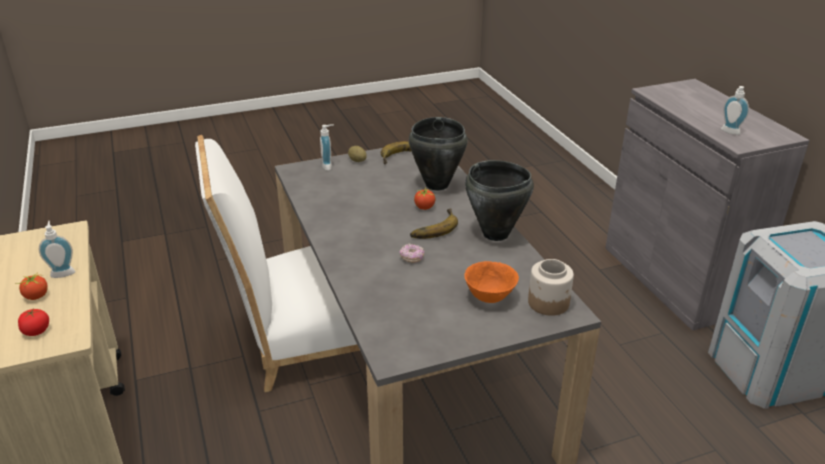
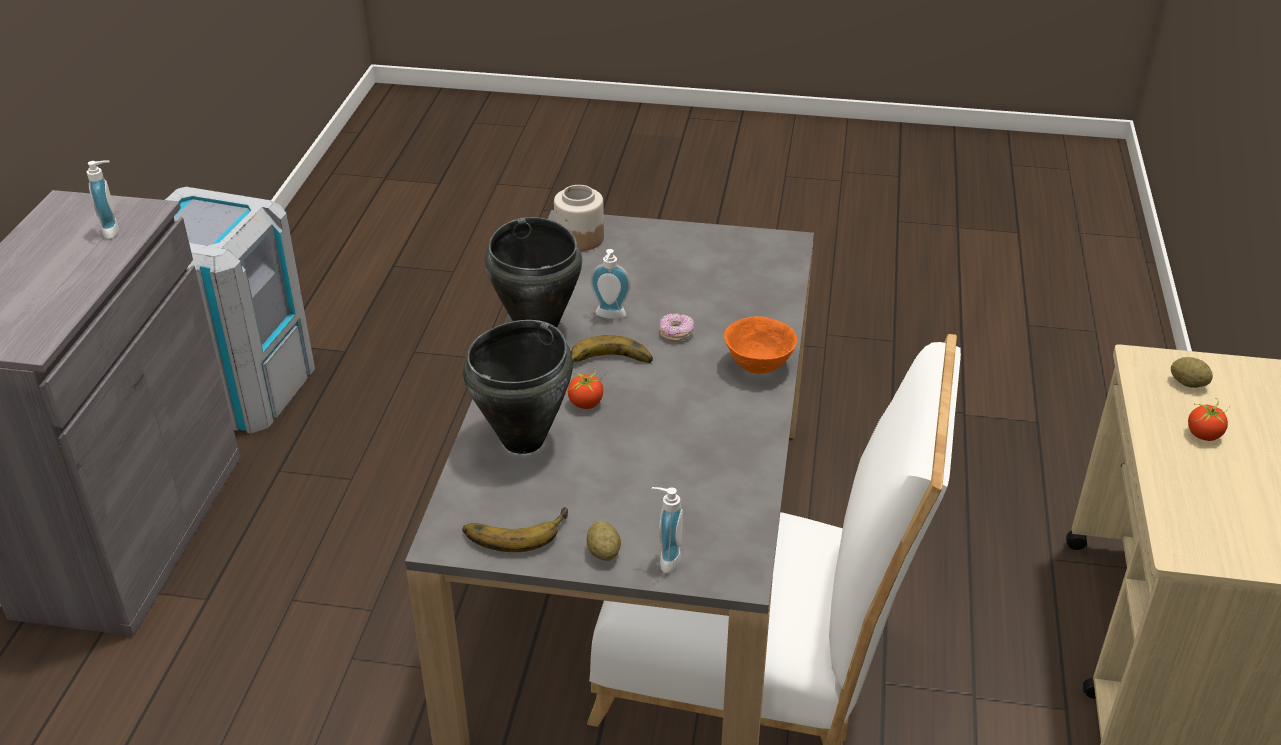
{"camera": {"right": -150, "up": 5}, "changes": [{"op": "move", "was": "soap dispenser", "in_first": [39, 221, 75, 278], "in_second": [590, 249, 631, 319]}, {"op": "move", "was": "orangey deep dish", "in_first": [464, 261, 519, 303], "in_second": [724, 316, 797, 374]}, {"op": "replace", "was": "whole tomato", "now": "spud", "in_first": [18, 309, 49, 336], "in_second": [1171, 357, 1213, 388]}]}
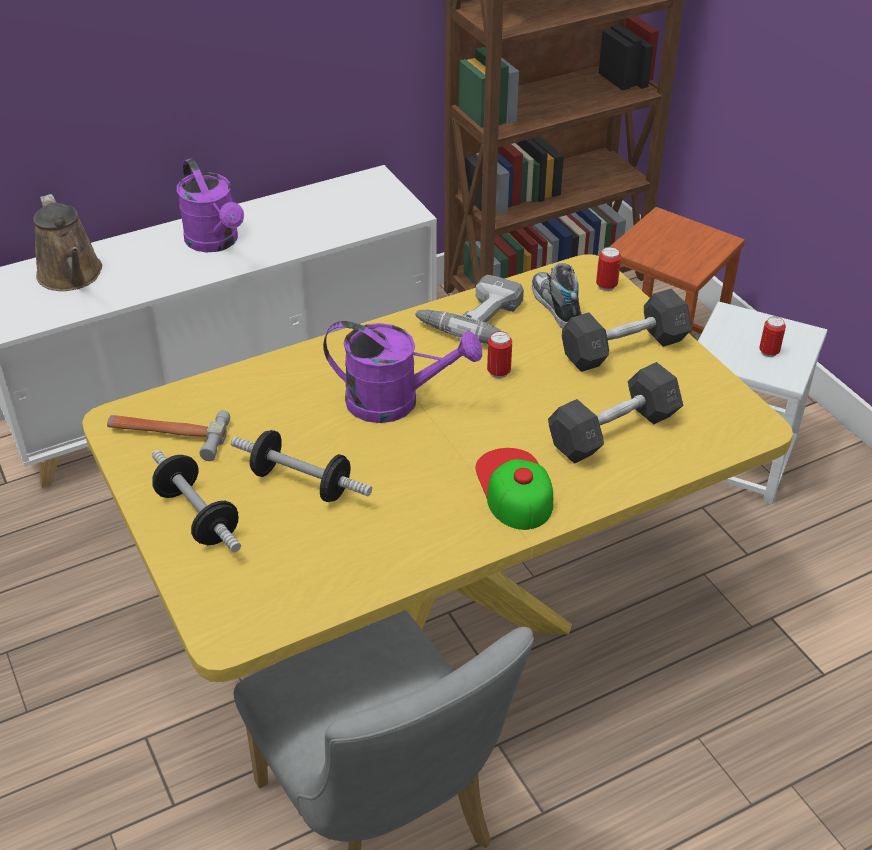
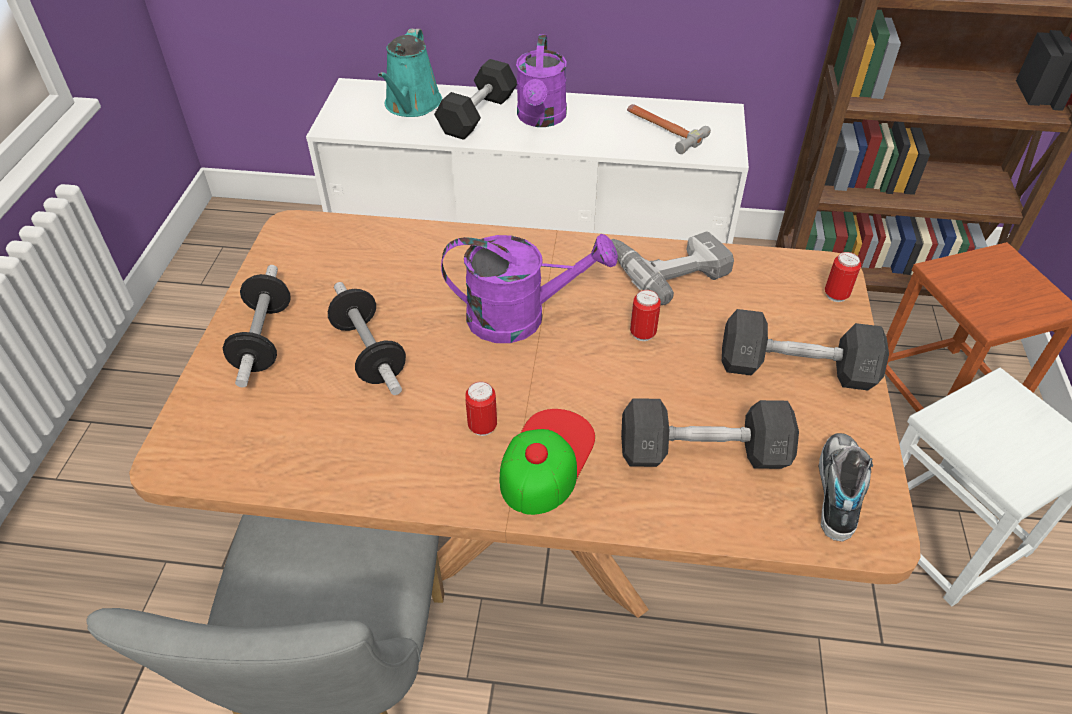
{"camera": {"right": 35, "up": 5}, "changes": [{"op": "insert", "now": "black dumbbell", "in_second": [434, 59, 517, 140]}, {"op": "move", "was": "hand hammer", "in_first": [107, 410, 230, 461], "in_second": [627, 104, 711, 154]}, {"op": "move", "was": "item of footwear", "in_first": [532, 263, 581, 328], "in_second": [818, 433, 873, 542]}, {"op": "move", "was": "can", "in_first": [759, 316, 786, 357], "in_second": [465, 382, 497, 436]}, {"op": "recolor", "was": "brownish watering can", "now": "turquoise-coloured watering can", "in_first": [33, 194, 102, 291], "in_second": [378, 29, 442, 117]}, {"op": "recolor", "was": "yellowish kitchen table", "now": "brownish kitchen table", "in_first": [82, 254, 793, 682], "in_second": [129, 210, 921, 618]}, {"op": "rotate", "was": "purple watering can", "in_first": [323, 321, 482, 423], "in_second": [441, 234, 618, 343], "clockwise": -45}]}
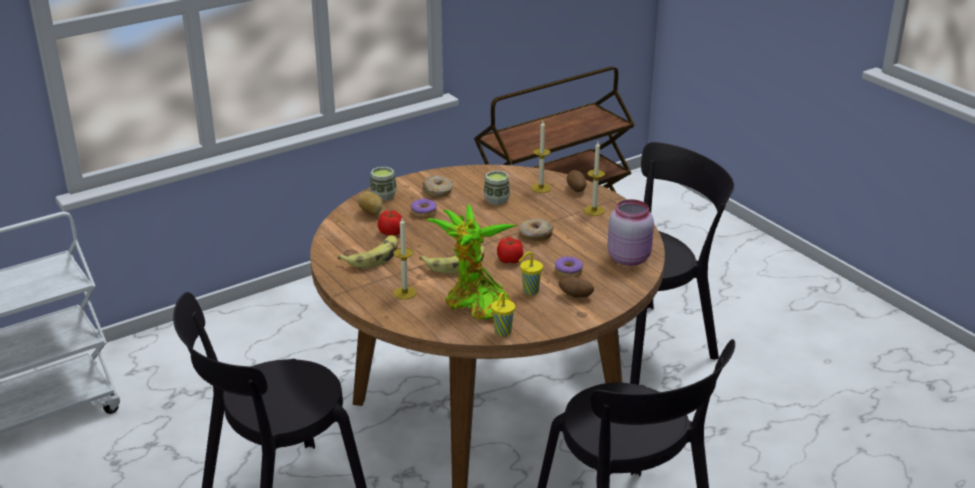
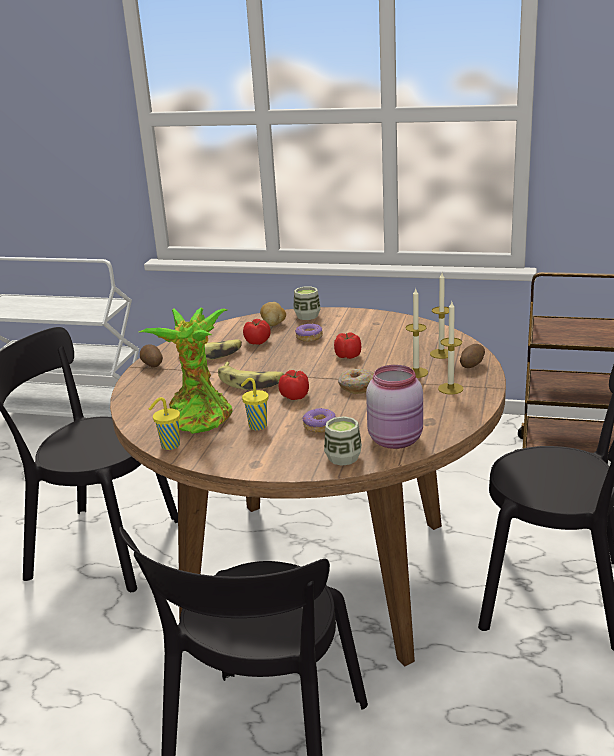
{"camera": {"right": 50, "up": -5}, "changes": [{"op": "delete", "was": "ring doughnut", "in_first": [422, 176, 453, 197]}, {"op": "insert", "now": "whole tomato", "in_second": [334, 332, 361, 359]}, {"op": "move", "was": "candle", "in_first": [393, 218, 417, 299], "in_second": [405, 287, 428, 378]}, {"op": "move", "was": "cup", "in_first": [484, 171, 510, 205], "in_second": [324, 416, 362, 466]}, {"op": "move", "was": "spud", "in_first": [559, 276, 594, 297], "in_second": [140, 344, 163, 368]}]}
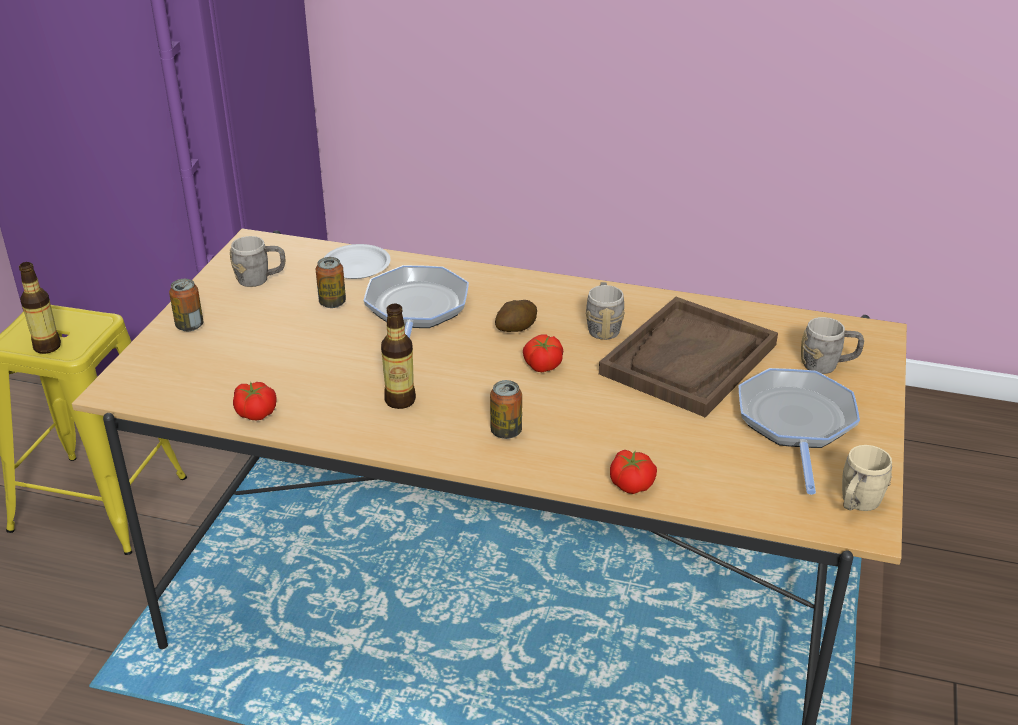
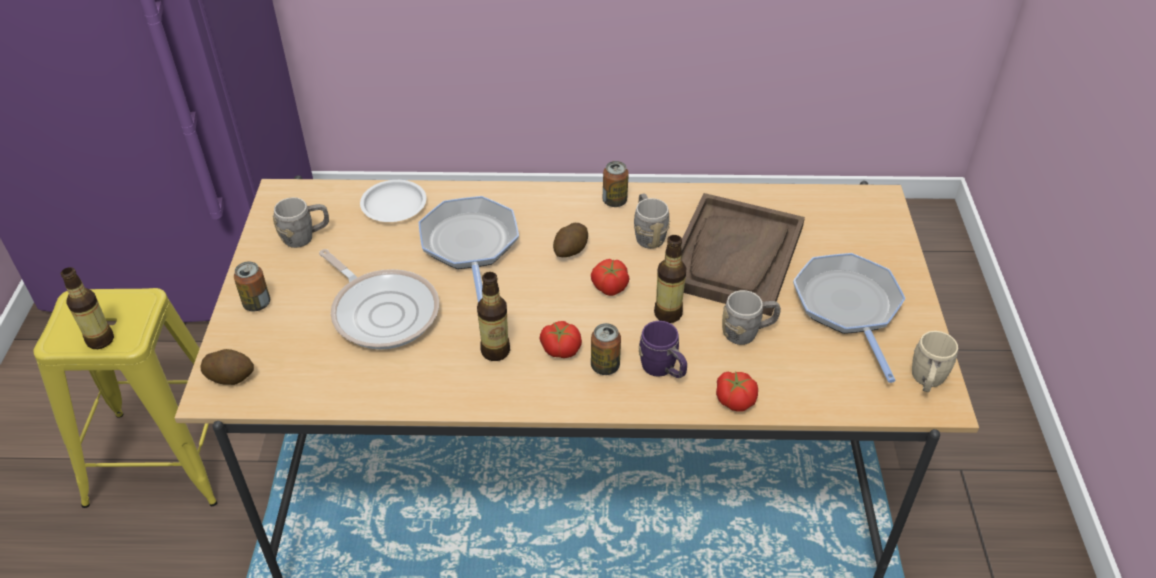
{"camera": {"right": -15, "up": 10}, "changes": [{"op": "insert", "now": "spud", "in_second": [200, 349, 254, 385]}, {"op": "insert", "now": "pan", "in_second": [319, 249, 439, 350]}, {"op": "insert", "now": "purple coffee mug", "in_second": [639, 321, 687, 378]}, {"op": "insert", "now": "beverage bottle", "in_second": [654, 235, 686, 323]}, {"op": "move", "was": "whole tomato", "in_first": [233, 382, 277, 420], "in_second": [540, 321, 582, 358]}, {"op": "move", "was": "can", "in_first": [316, 257, 346, 308], "in_second": [603, 161, 629, 207]}, {"op": "move", "was": "gray coffee mug", "in_first": [801, 317, 864, 374], "in_second": [722, 290, 781, 345]}]}
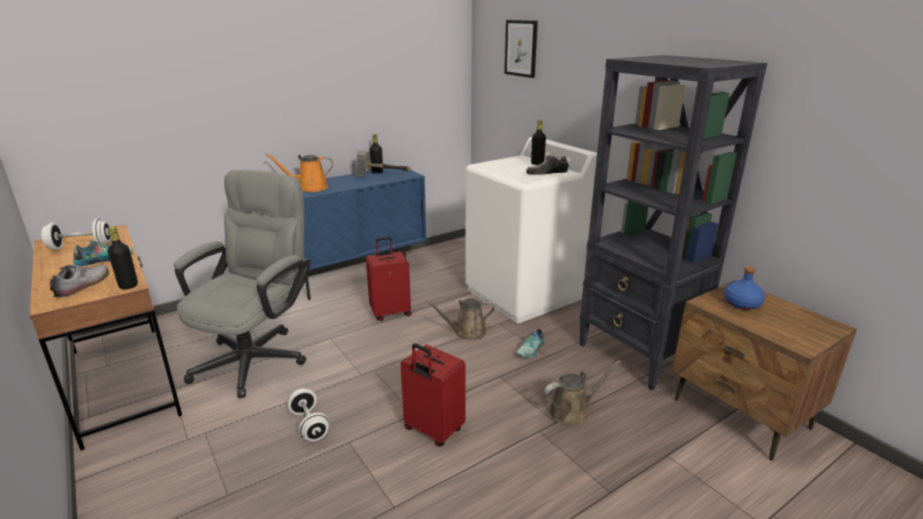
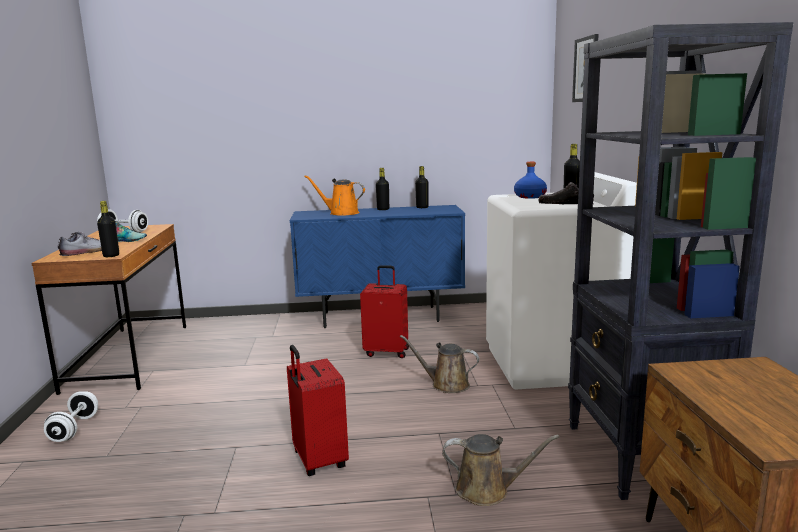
{"camera": {"right": 30, "up": -10}, "changes": [{"op": "delete", "was": "gray computer chair", "in_first": [174, 170, 311, 398]}, {"op": "delete", "was": "hand hammer", "in_first": [356, 150, 411, 177]}, {"op": "delete", "was": "item of footwear", "in_first": [517, 329, 545, 358]}, {"op": "insert", "now": "black beverage bottle", "in_second": [376, 168, 389, 210]}, {"op": "move", "was": "white-coloured dumbbell", "in_first": [288, 389, 329, 441], "in_second": [44, 391, 98, 442]}, {"op": "move", "was": "bluish beverage bottle", "in_first": [723, 266, 765, 310], "in_second": [514, 162, 547, 199]}]}
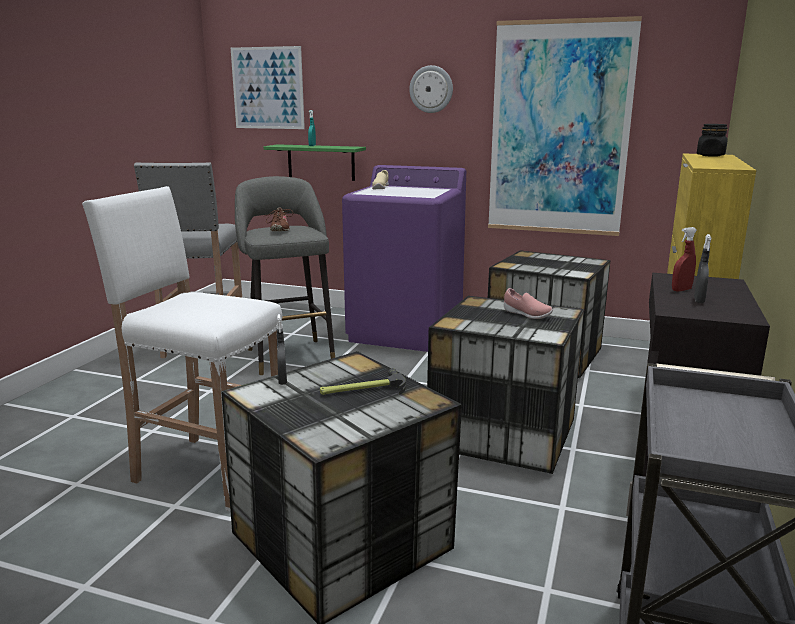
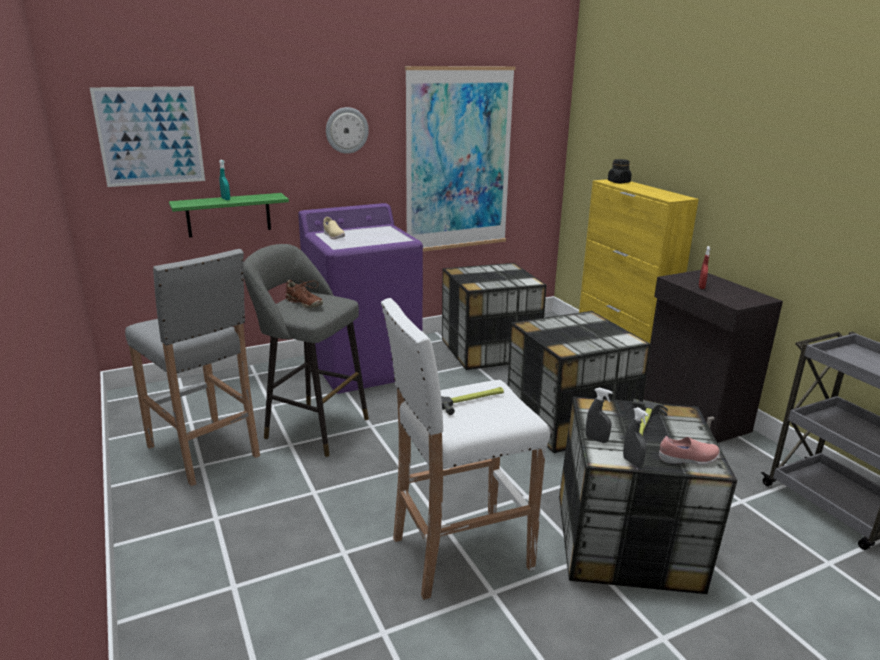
{"camera": {"right": -45, "up": 5}, "changes": [{"op": "insert", "now": "hand hammer", "in_second": [440, 387, 504, 415]}, {"op": "move", "was": "pink-coloured item of footwear", "in_first": [504, 288, 553, 319], "in_second": [659, 436, 720, 465]}, {"op": "move", "was": "gray hand sprayer", "in_first": [694, 234, 711, 303], "in_second": [623, 407, 649, 467]}]}
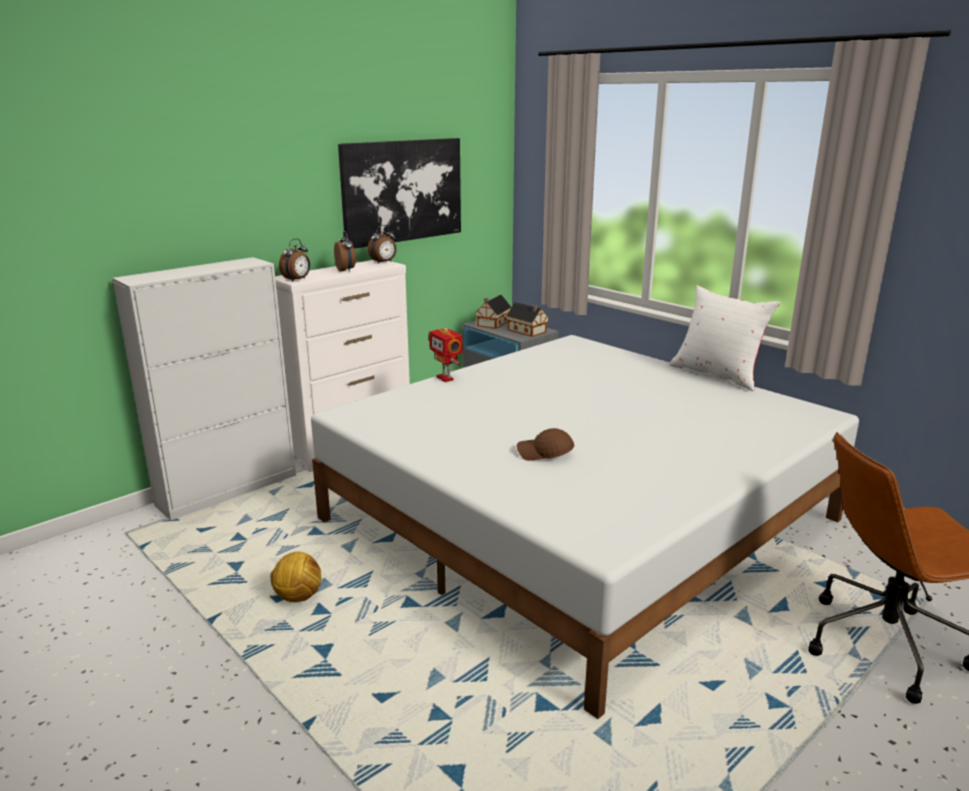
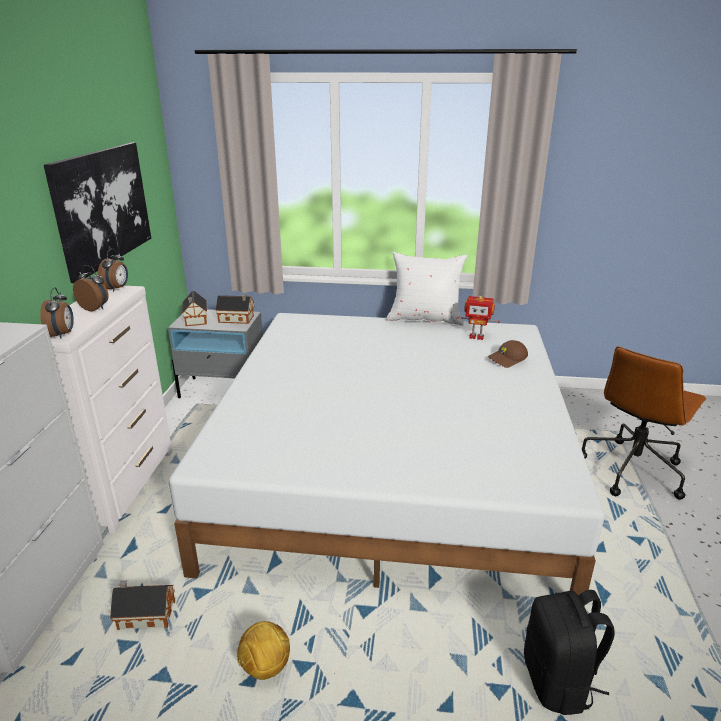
{"camera": {"right": -40, "up": 5}, "changes": [{"op": "insert", "now": "toy house", "in_second": [110, 580, 175, 630]}, {"op": "insert", "now": "black backpack", "in_second": [524, 590, 615, 715]}, {"op": "move", "was": "robot figure", "in_first": [429, 328, 462, 382], "in_second": [457, 296, 500, 340]}, {"op": "move", "was": "brownish peaked cap", "in_first": [517, 428, 574, 461], "in_second": [488, 340, 528, 368]}]}
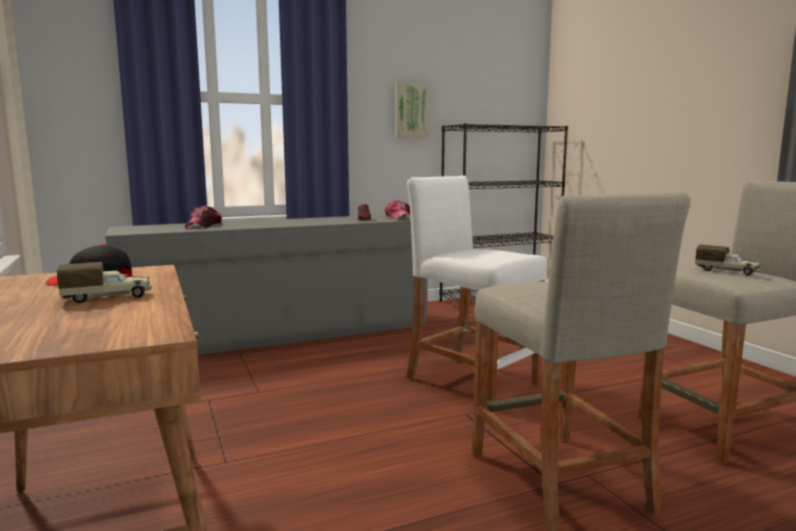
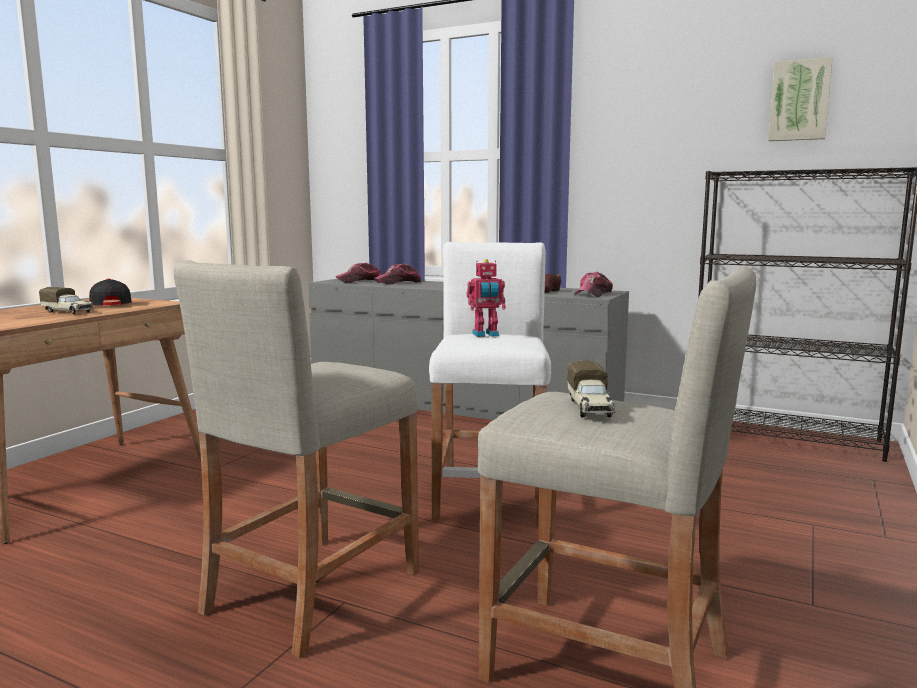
{"camera": {"right": 50, "up": 0}, "changes": [{"op": "insert", "now": "peaked cap", "in_second": [336, 262, 383, 283]}, {"op": "insert", "now": "robot figure", "in_second": [467, 259, 506, 337]}, {"op": "move", "was": "wall art", "in_first": [395, 83, 430, 138], "in_second": [768, 57, 833, 141]}]}
